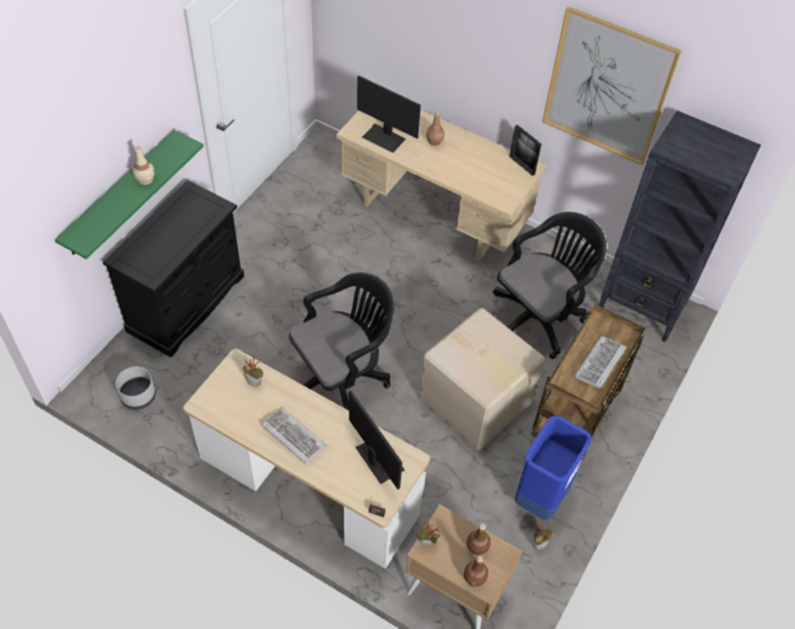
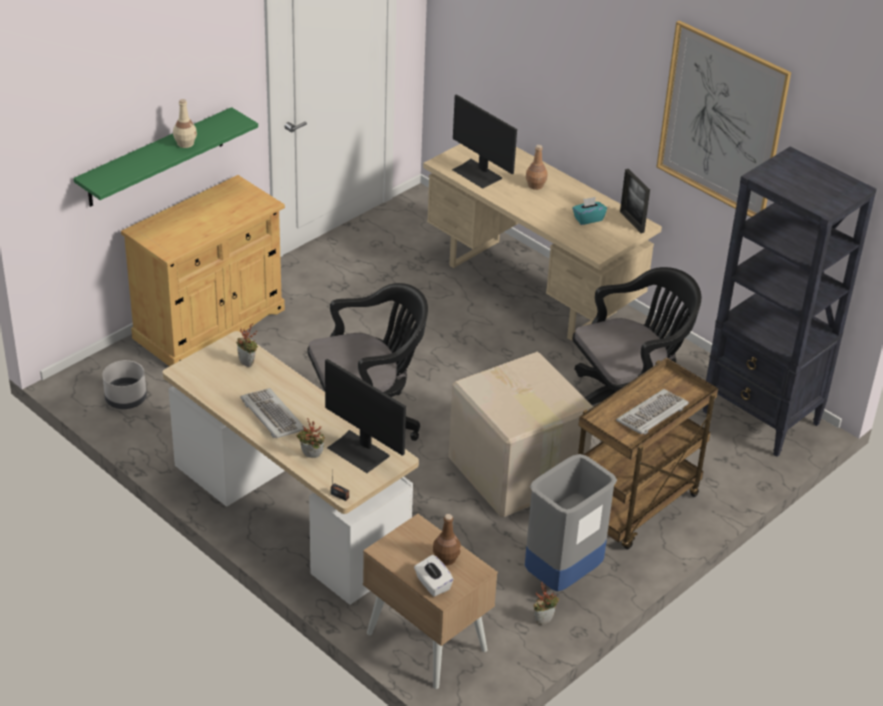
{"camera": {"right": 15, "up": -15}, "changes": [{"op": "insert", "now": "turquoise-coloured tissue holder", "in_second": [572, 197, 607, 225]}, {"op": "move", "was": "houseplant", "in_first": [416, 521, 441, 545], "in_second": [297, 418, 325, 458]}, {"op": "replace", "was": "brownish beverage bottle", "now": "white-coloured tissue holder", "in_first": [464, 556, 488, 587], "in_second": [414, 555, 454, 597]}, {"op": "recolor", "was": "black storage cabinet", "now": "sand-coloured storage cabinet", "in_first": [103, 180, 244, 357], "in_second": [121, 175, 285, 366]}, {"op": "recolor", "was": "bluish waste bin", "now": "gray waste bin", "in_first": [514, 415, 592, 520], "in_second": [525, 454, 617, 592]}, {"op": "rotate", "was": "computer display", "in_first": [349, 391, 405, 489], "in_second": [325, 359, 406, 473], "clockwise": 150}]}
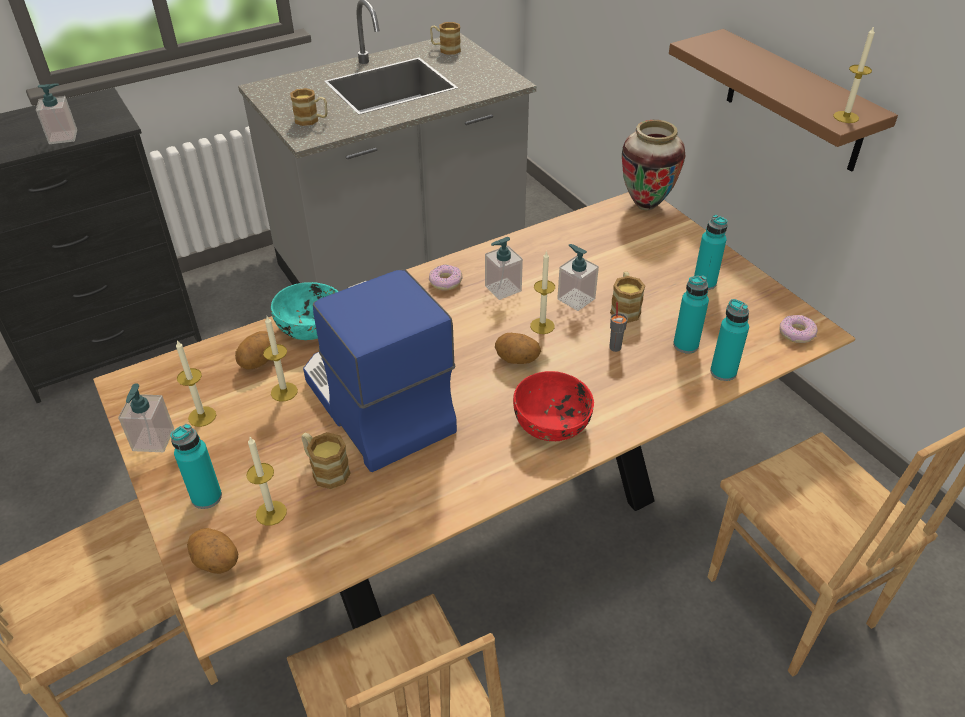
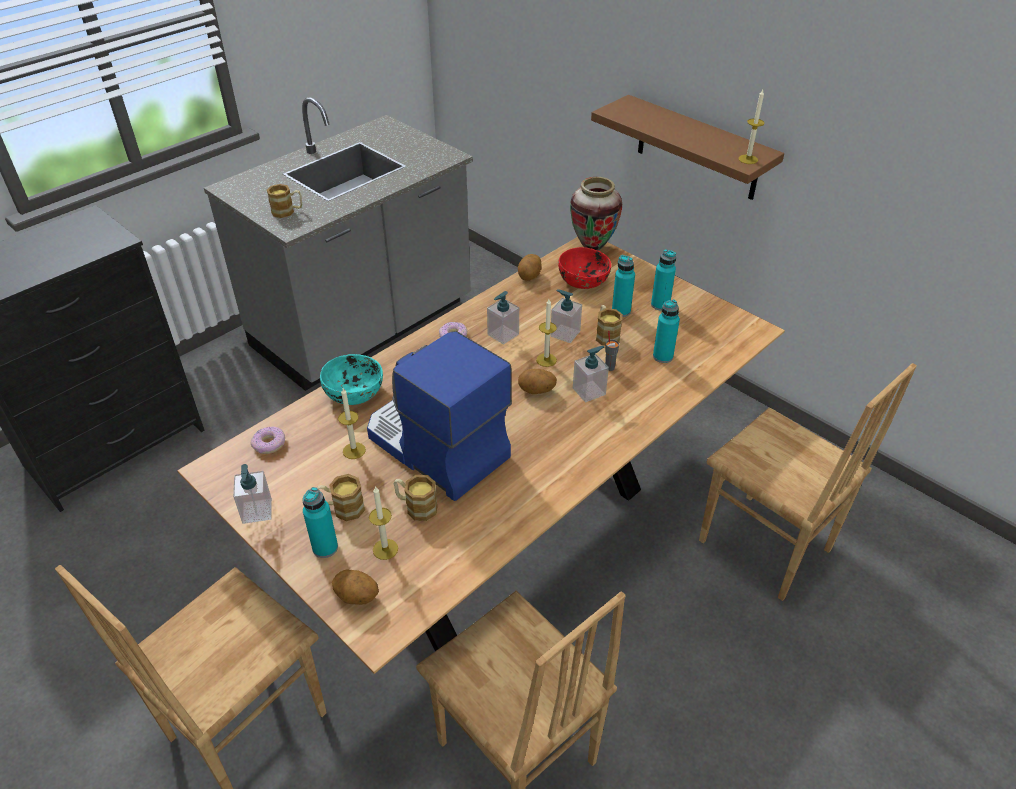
{"camera": {"right": -15, "up": 0}, "changes": [{"op": "delete", "was": "candle", "in_first": [176, 340, 216, 427]}, {"op": "move", "was": "soap dispenser", "in_first": [36, 83, 77, 144], "in_second": [573, 346, 609, 402]}, {"op": "move", "was": "spud", "in_first": [235, 331, 271, 370], "in_second": [518, 254, 542, 281]}, {"op": "move", "was": "coffee mug", "in_first": [430, 22, 461, 55], "in_second": [317, 474, 365, 521]}, {"op": "move", "was": "reddish deep dish", "in_first": [513, 371, 594, 441], "in_second": [558, 247, 611, 289]}, {"op": "move", "was": "turquoise-coloured beverage bottle", "in_first": [710, 299, 749, 381], "in_second": [612, 255, 635, 317]}, {"op": "move", "was": "ring doughnut", "in_first": [779, 315, 817, 343], "in_second": [251, 427, 285, 454]}]}
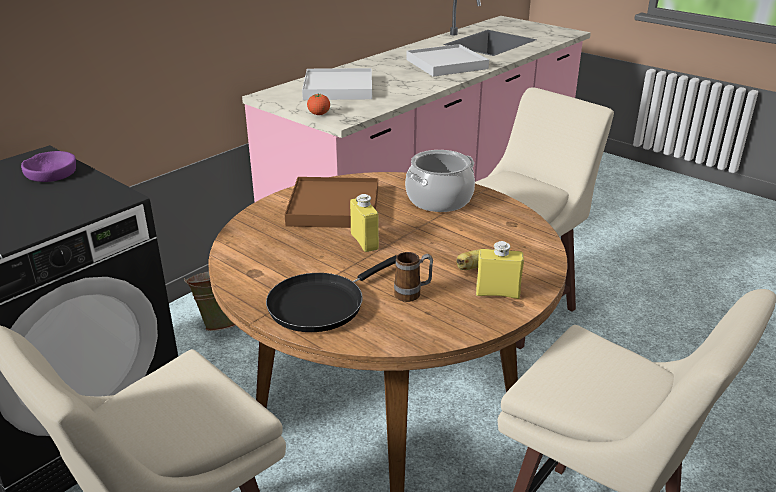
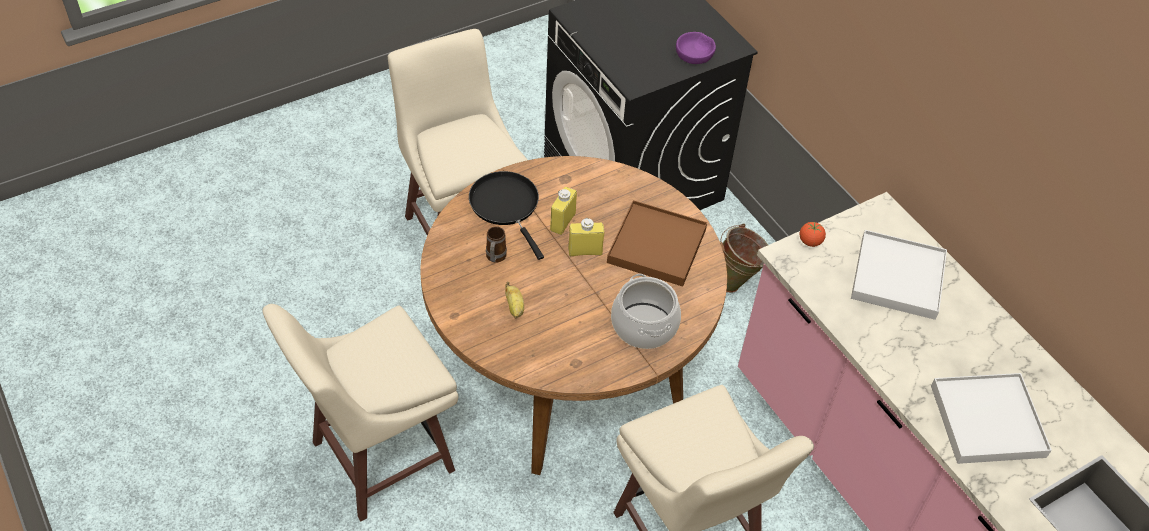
{"camera": {"right": 105, "up": 20}, "changes": [{"op": "move", "was": "yellowish beverage bottle", "in_first": [476, 241, 524, 299], "in_second": [550, 187, 577, 235]}]}
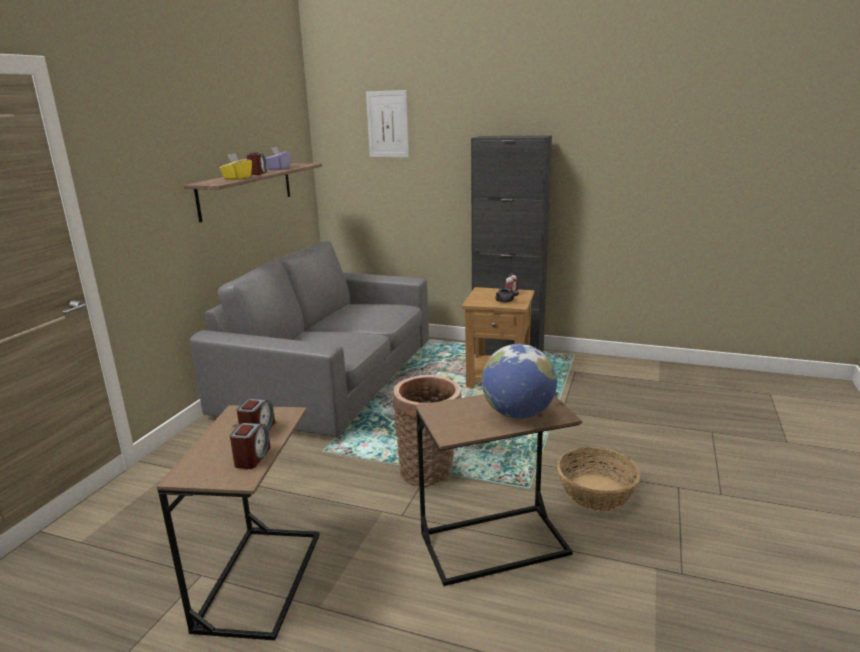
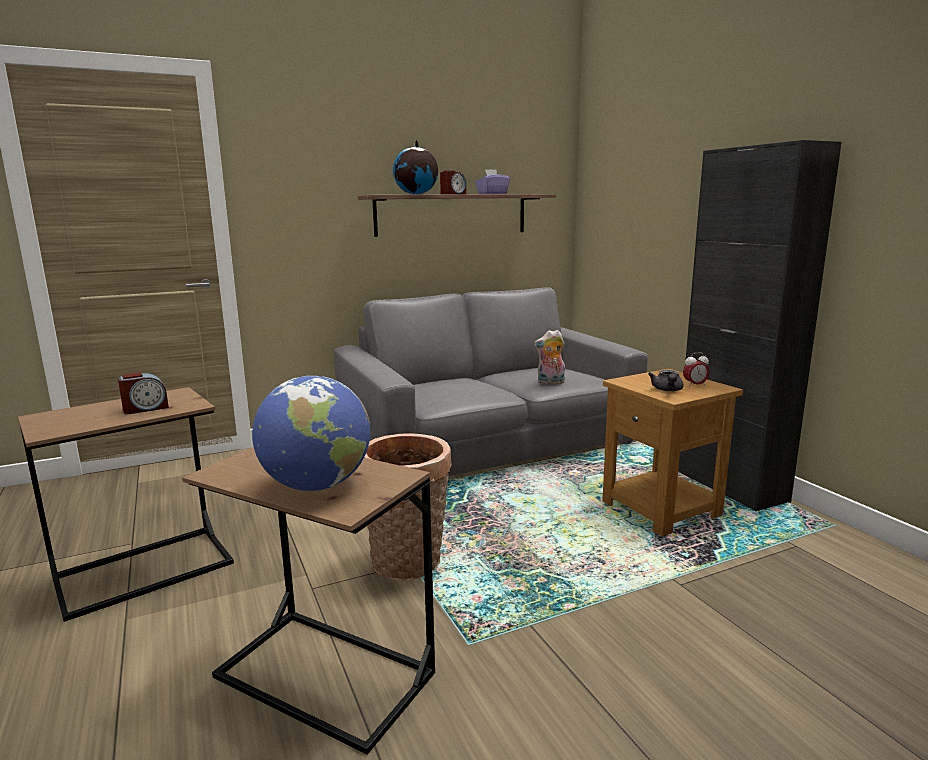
{"camera": {"right": 45, "up": -5}, "changes": [{"op": "delete", "was": "alarm clock", "in_first": [230, 423, 271, 469]}, {"op": "delete", "was": "wall art", "in_first": [366, 90, 409, 157]}, {"op": "delete", "was": "basket", "in_first": [557, 447, 641, 511]}, {"op": "insert", "now": "soft toy", "in_second": [534, 330, 565, 385]}, {"op": "replace", "was": "yellowish tissue holder", "now": "desk globe", "in_first": [219, 153, 252, 180], "in_second": [393, 140, 438, 195]}]}
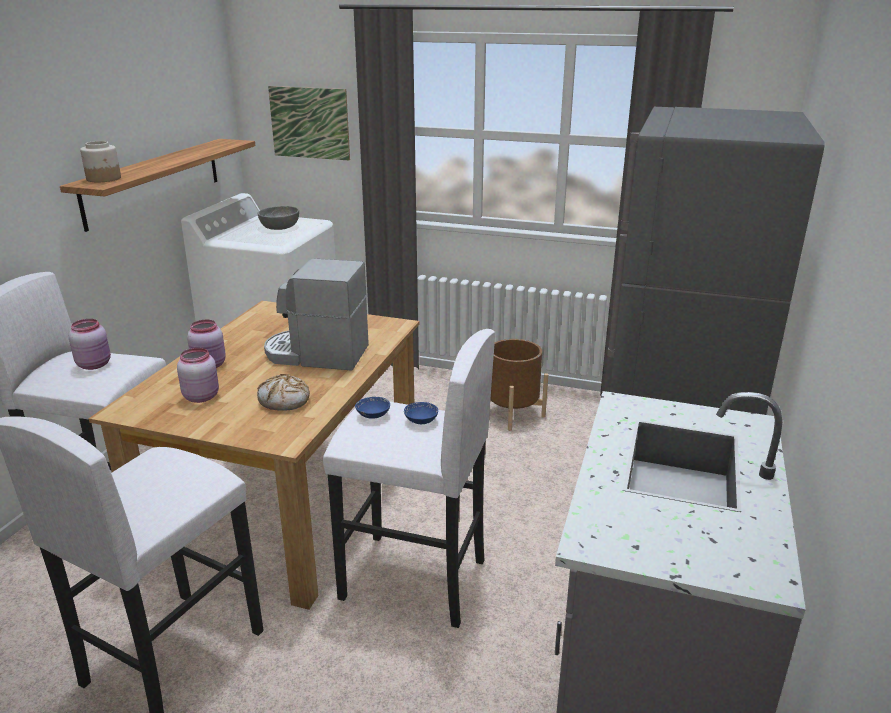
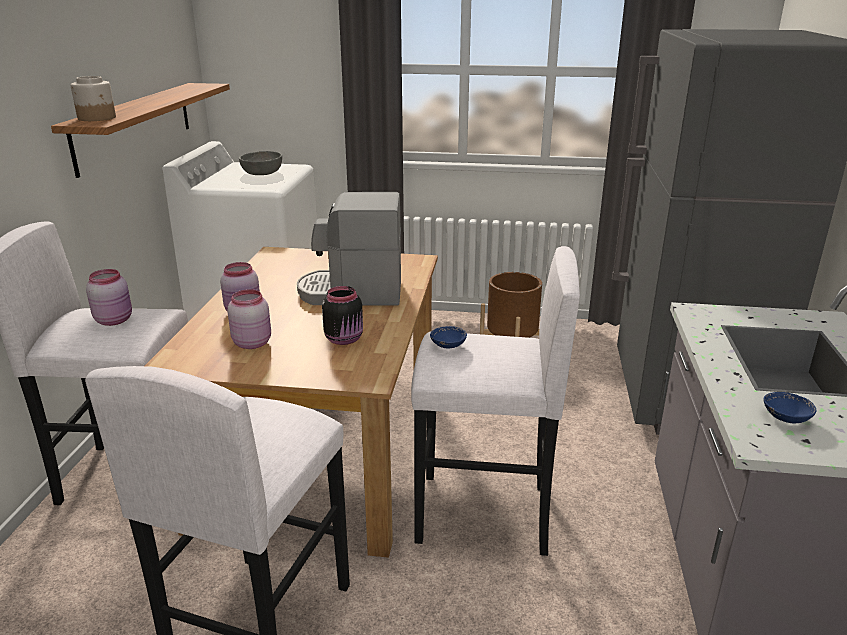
{"camera": {"right": -10, "up": 0}, "changes": [{"op": "delete", "was": "wall art", "in_first": [268, 86, 350, 160]}, {"op": "move", "was": "bluish deep dish", "in_first": [404, 402, 438, 424], "in_second": [763, 392, 817, 423]}, {"op": "replace", "was": "bakery bread", "now": "black jar", "in_first": [257, 374, 310, 411], "in_second": [322, 286, 363, 345]}]}
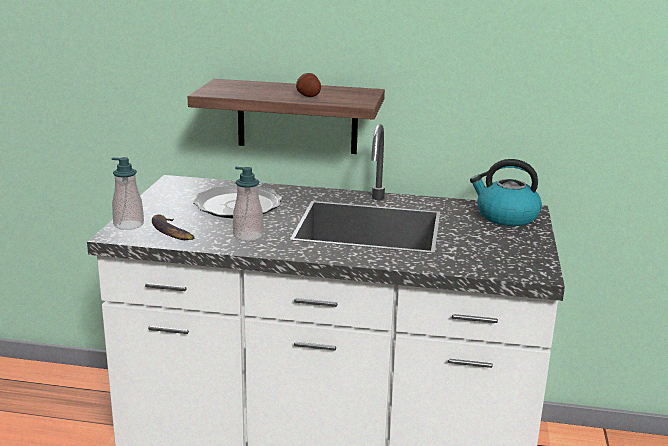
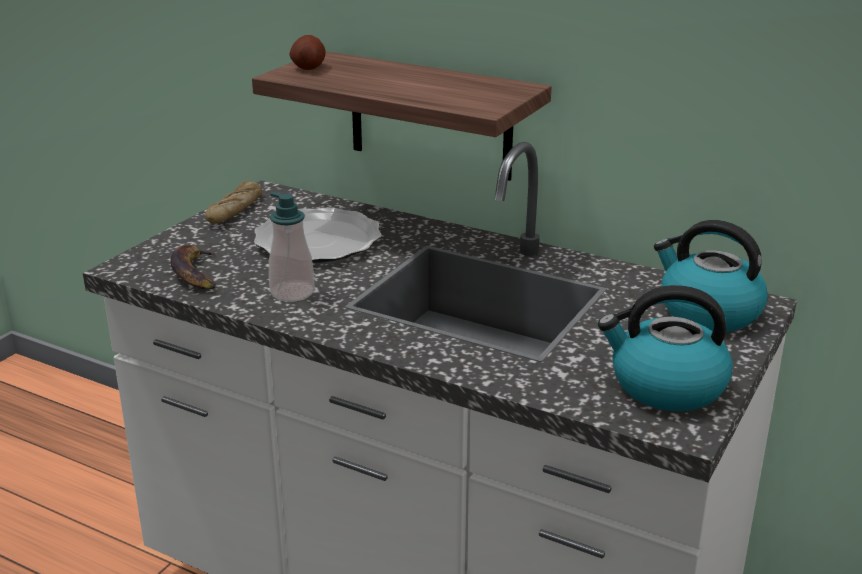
{"camera": {"right": 20, "up": 5}, "changes": [{"op": "delete", "was": "soap dispenser", "in_first": [111, 157, 144, 230]}, {"op": "insert", "now": "bakery bread", "in_second": [205, 181, 262, 224]}, {"op": "insert", "now": "tea kettle", "in_second": [598, 285, 733, 411]}, {"op": "move", "was": "spud", "in_first": [296, 73, 321, 97], "in_second": [289, 35, 326, 70]}]}
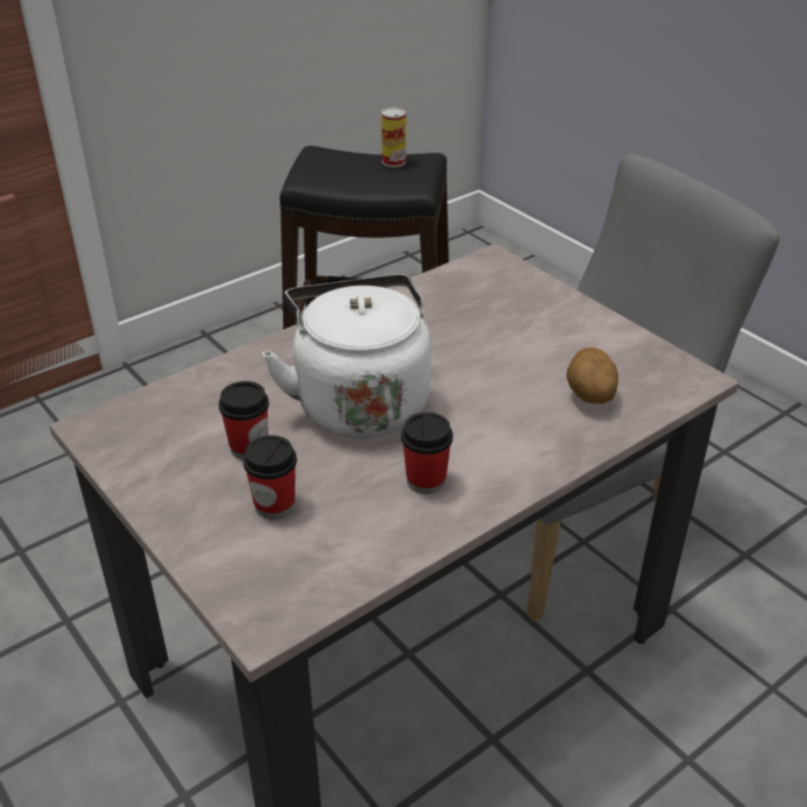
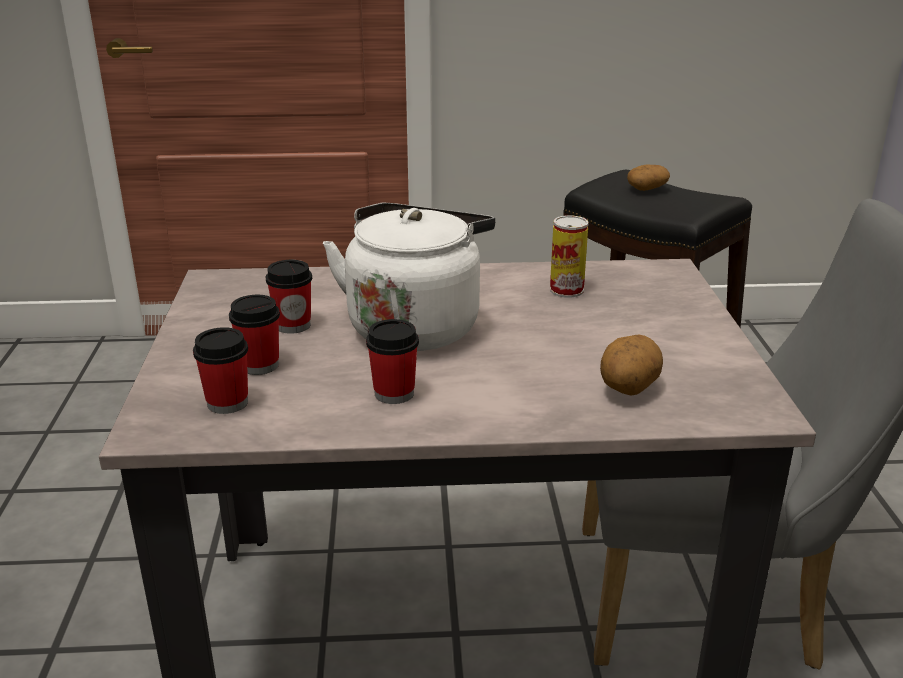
{"camera": {"right": 35, "up": -10}, "changes": [{"op": "insert", "now": "cup", "in_second": [193, 327, 248, 414]}, {"op": "insert", "now": "spud", "in_second": [627, 164, 670, 191]}, {"op": "move", "was": "can", "in_first": [381, 107, 406, 167], "in_second": [550, 215, 589, 298]}]}
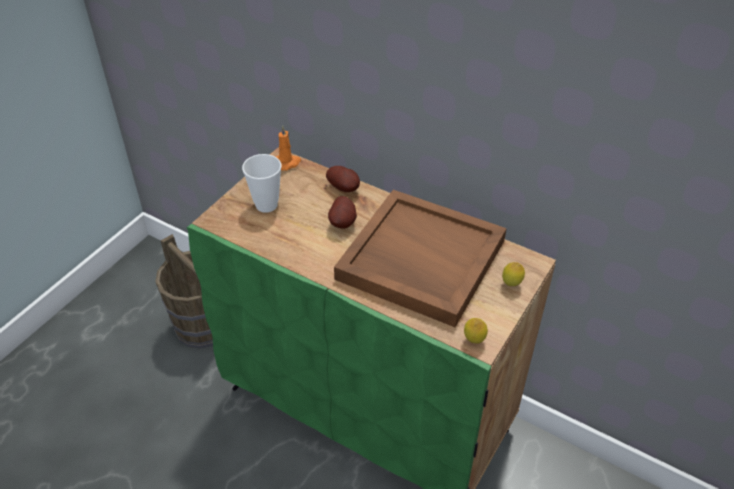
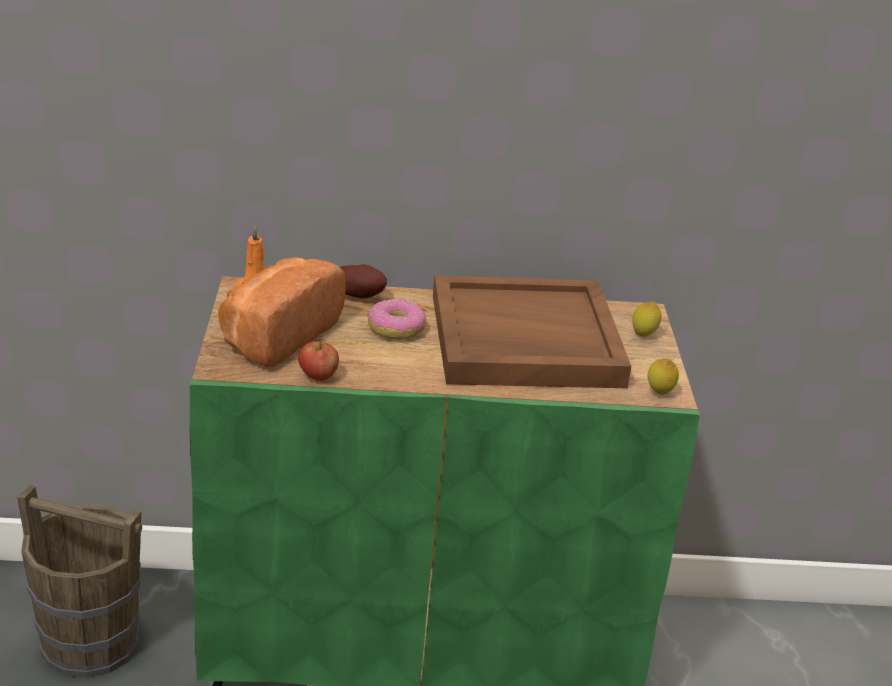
{"camera": {"right": -35, "up": -15}, "changes": [{"op": "insert", "now": "apple fruit", "in_second": [298, 338, 339, 381]}, {"op": "replace", "was": "cup", "now": "bakery bread", "in_first": [242, 154, 281, 213], "in_second": [218, 257, 346, 367]}, {"op": "replace", "was": "spud", "now": "ring doughnut", "in_first": [328, 196, 357, 229], "in_second": [367, 299, 426, 340]}]}
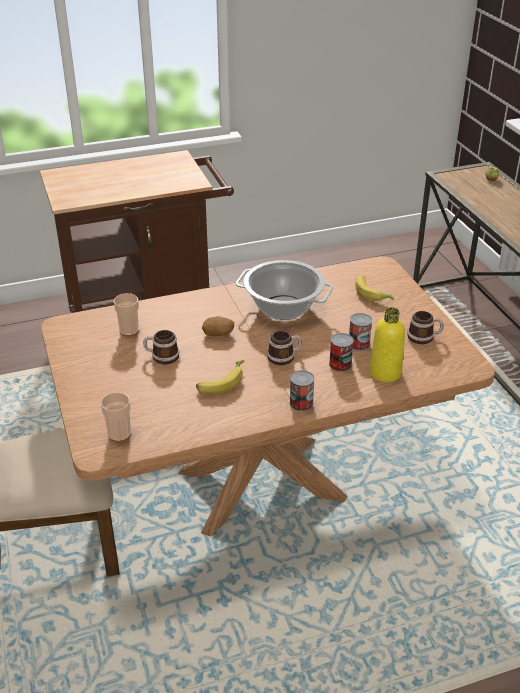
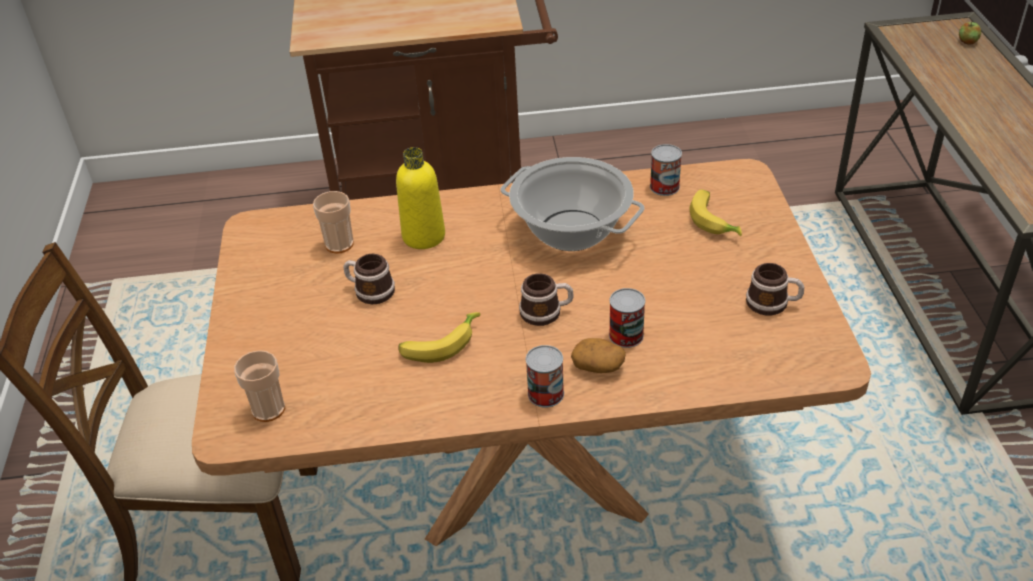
{"camera": {"right": 15, "up": 5}, "changes": [{"op": "move", "was": "spud", "in_first": [202, 316, 234, 336], "in_second": [571, 338, 626, 373]}, {"op": "move", "was": "can", "in_first": [349, 313, 372, 351], "in_second": [650, 144, 682, 196]}, {"op": "move", "was": "yellowish beverage bottle", "in_first": [369, 307, 405, 382], "in_second": [396, 147, 445, 249]}]}
